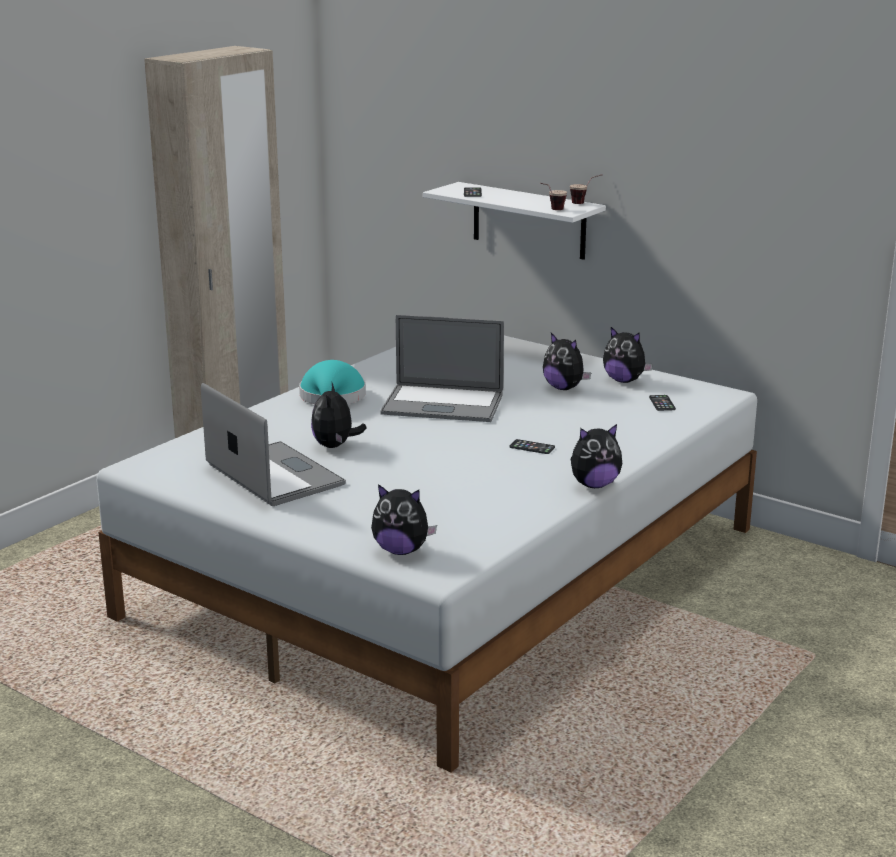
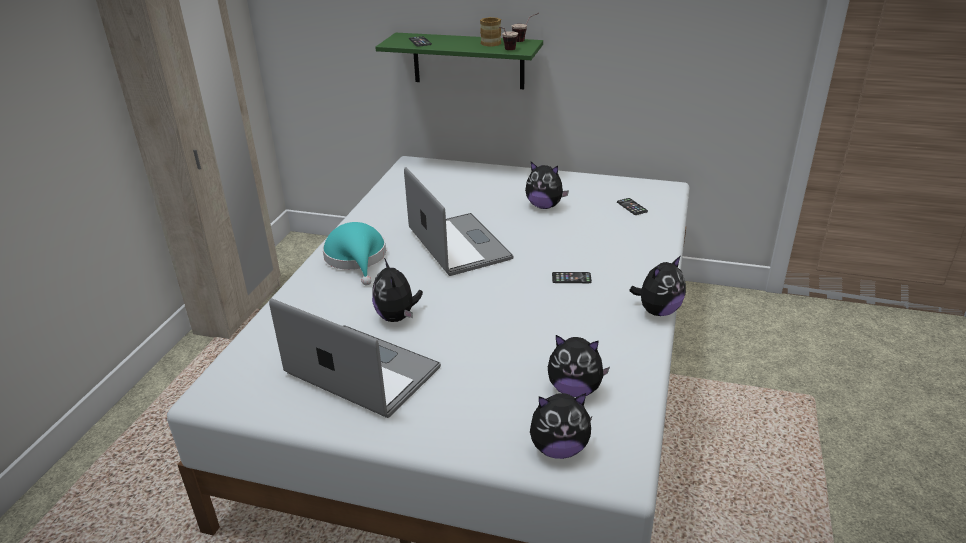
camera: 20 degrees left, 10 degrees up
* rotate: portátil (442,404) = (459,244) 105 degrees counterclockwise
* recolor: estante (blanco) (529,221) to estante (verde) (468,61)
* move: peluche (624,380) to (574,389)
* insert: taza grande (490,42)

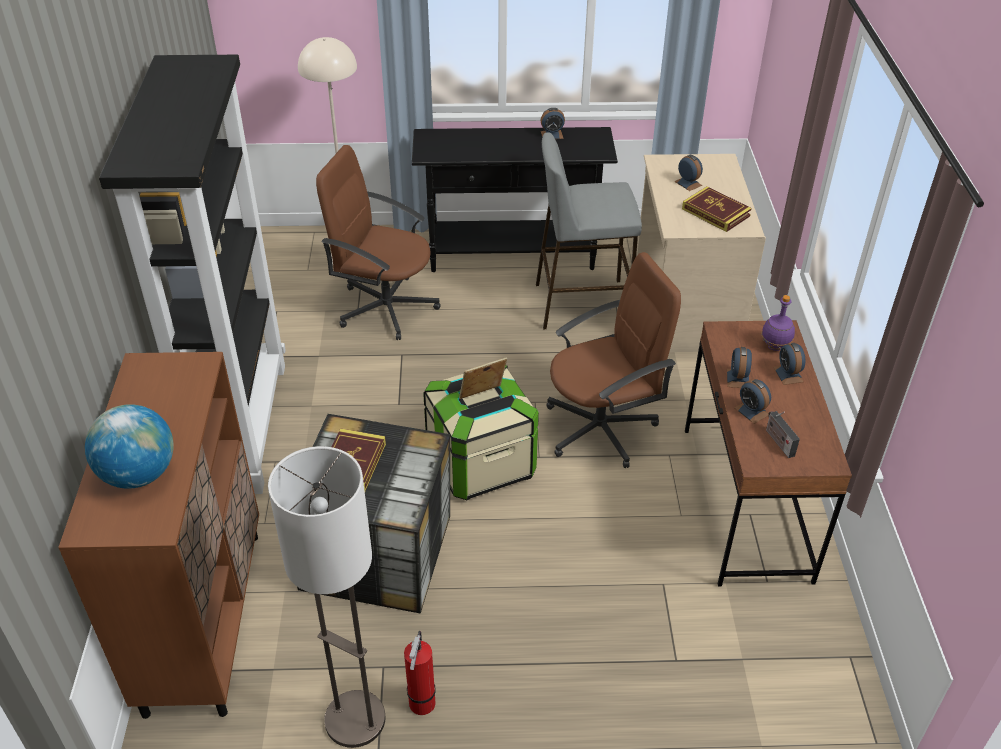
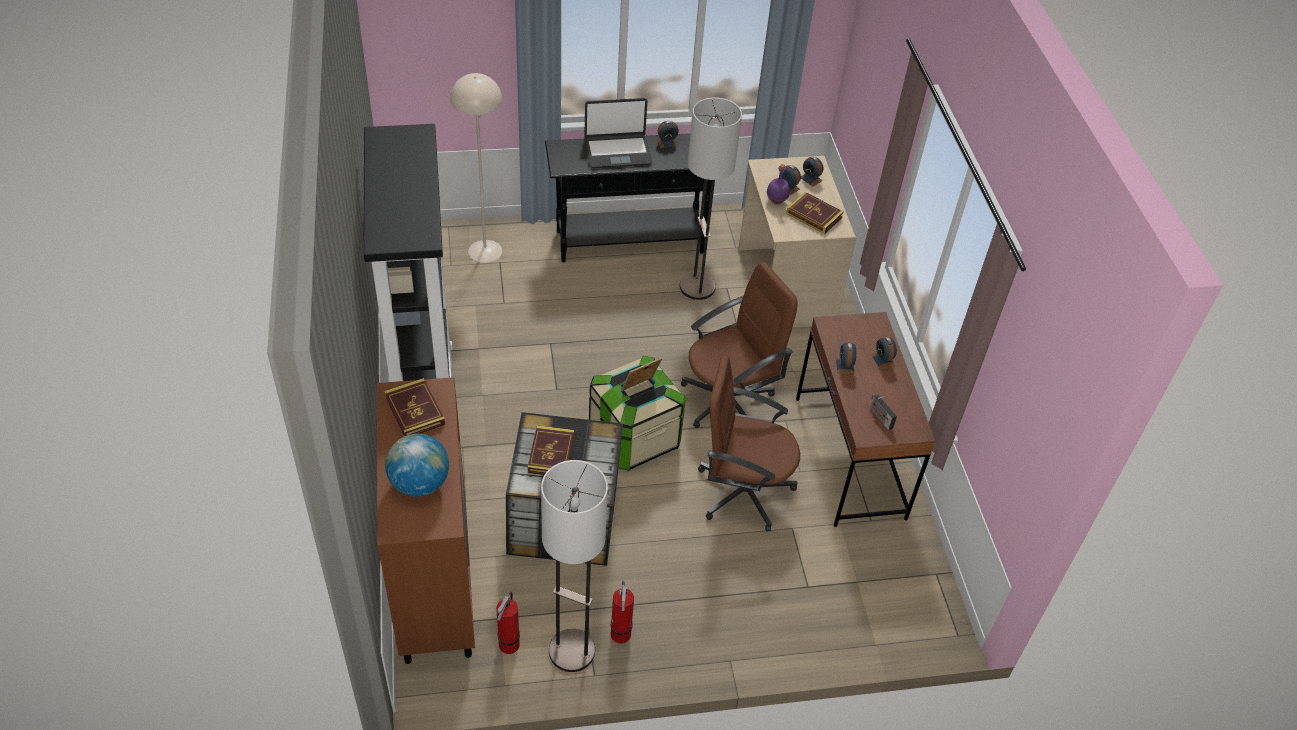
camera: 10 degrees left, 5 degrees up
* move: silla de oficina (marrón) (385,307) to (742,491)
* replace: taburete (gris) (581,304) to lámpara de pie (697,287)
* move: despertador (751,411) to (810,179)
* move: botella (morado) (774,346) to (776,201)
* insert: libro (415,411)
* insert: extintor (508,647)
* insert: portátil (617,152)

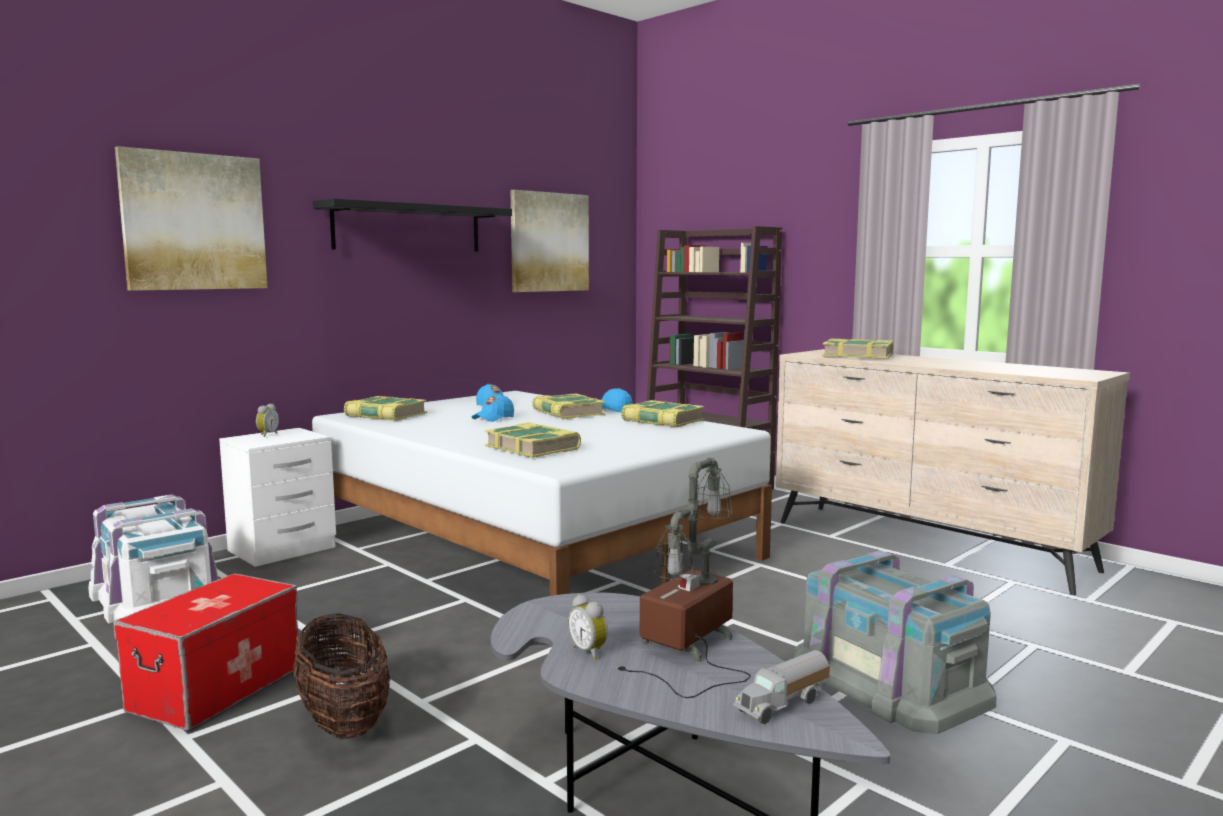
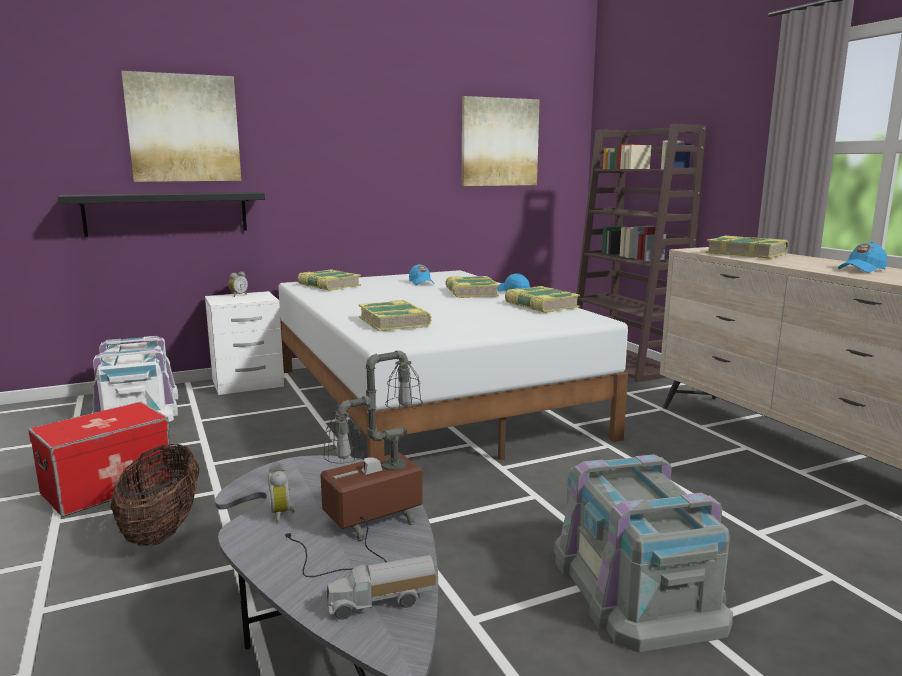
camera: 20 degrees right, 5 degrees up
* move: estante (negro) (408,228) to (167,213)
* move: gorra (azul) (493,418) to (862,269)

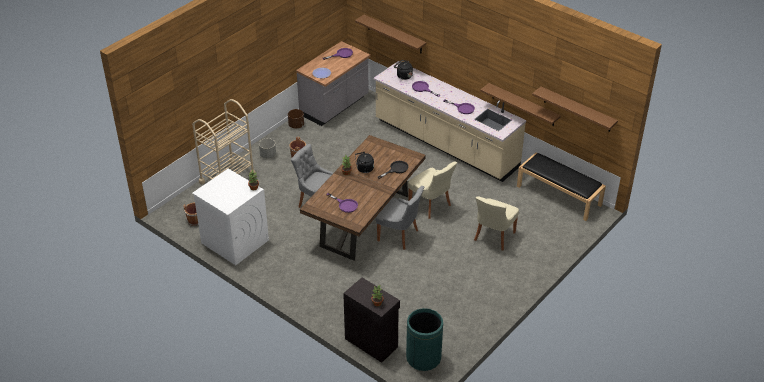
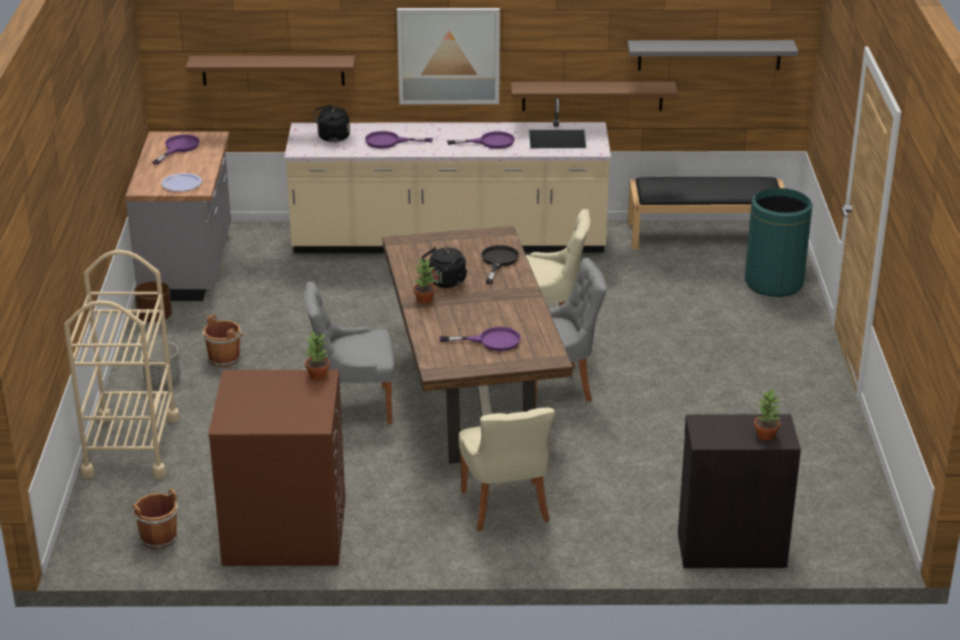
camera: 40 degrees left, 10 degrees down
* recolor: lavadora (blanco) (234,241) to lavadora (marrón) (284,531)
* move: papelera (verde) (423,358) to (773,283)
* move: silla (beis) (493,237) to (506,508)
* recolor: estante (marrón) (577,109) to estante (gris) (709,54)
* insert: cuadro (448,55)

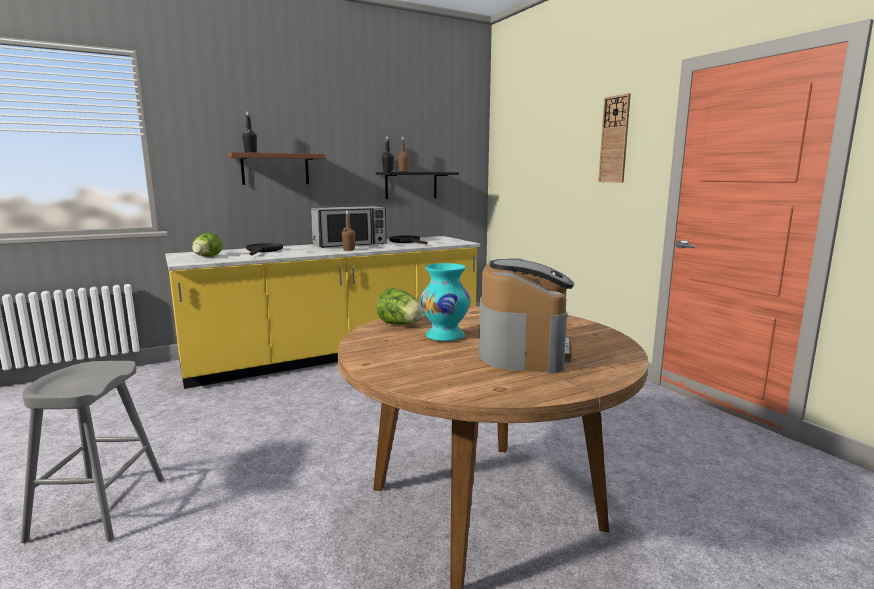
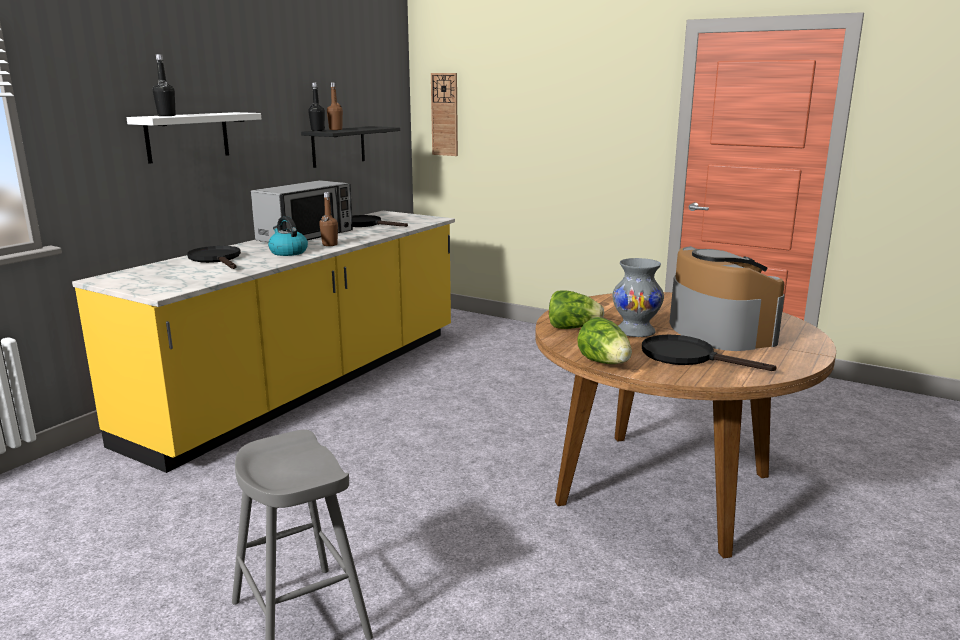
camera: 30 degrees left, 5 degrees up
* move: lechuga (207,257) to (605,363)
* recolor: estante (marrón) (275,169) to estante (blanco) (187,137)
* recolor: florero (turquesa) (444,336) to florero (gris) (634,332)
* move: reloj de pared (614,139) to (445,114)
* insert: hervidor (288,252)
* insert: sartén (negro) (687,357)

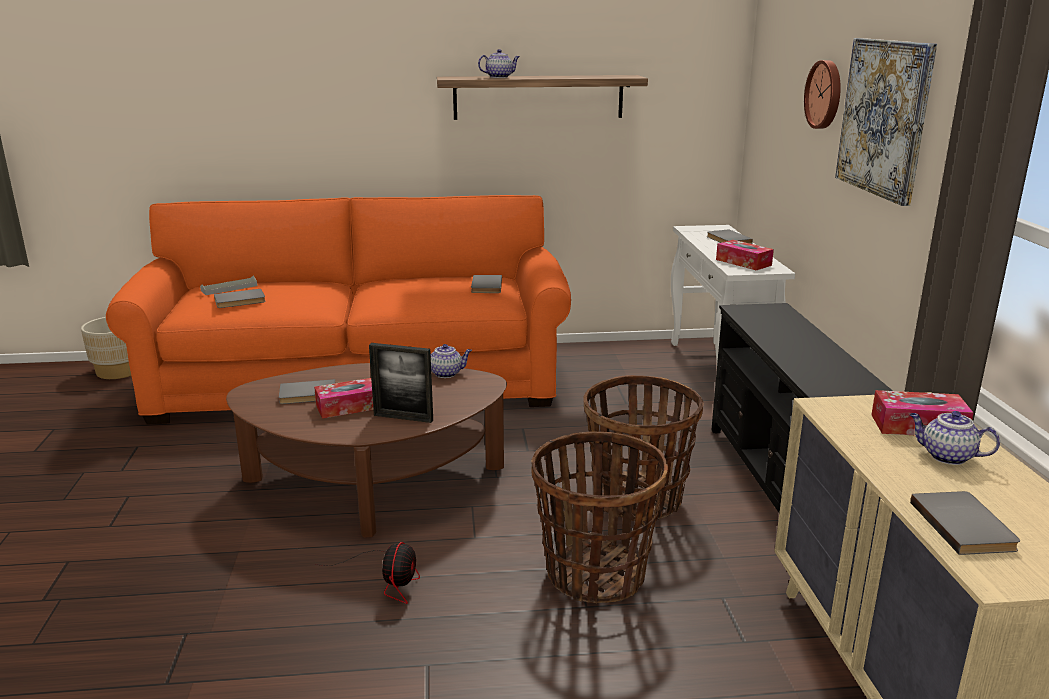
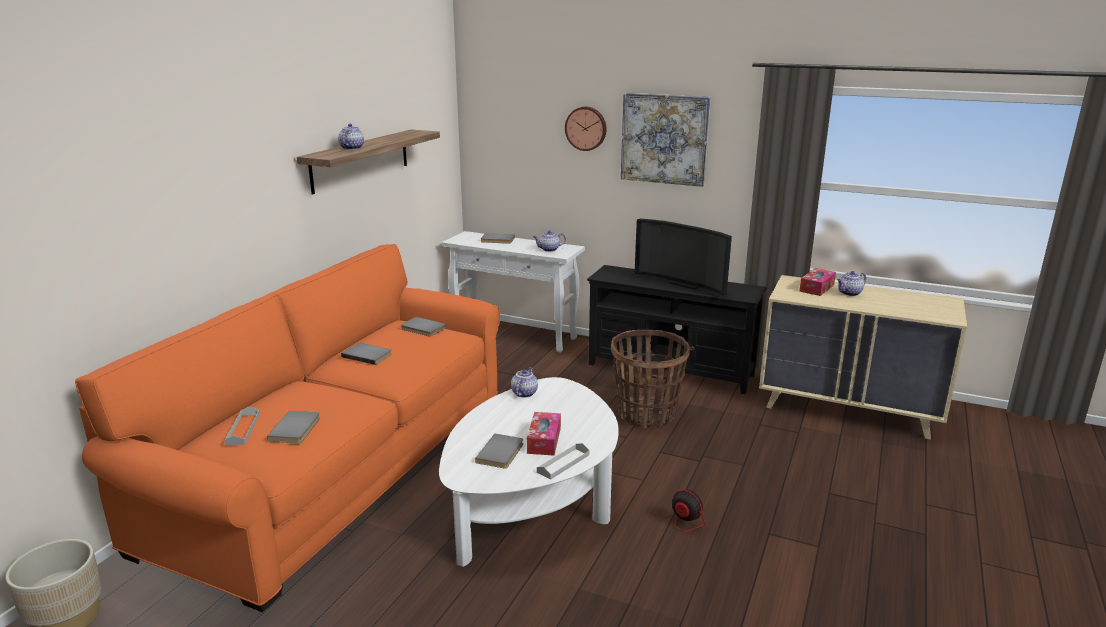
camera: 60 degrees left, 0 degrees up
* recolor: mesa de centro (marrón) (374,484) to mesa de centro (blanco) (533,502)
* delete: portarretratos (403,418)
* delete: cesta (594,574)
* replace: caja de pañuelos (743,262) to tetera (549,249)
* move: libro (gris) (965,526) to (368,355)
* insert: bandeja (gris) (563,463)
* insert: televisor (685,283)

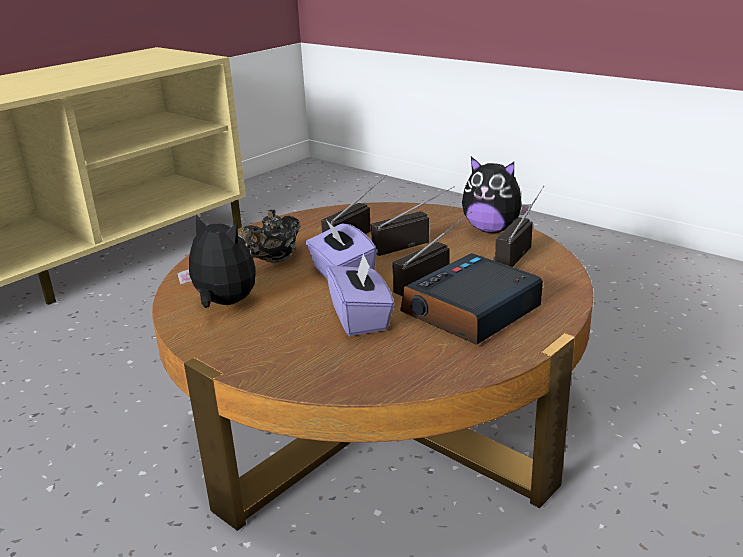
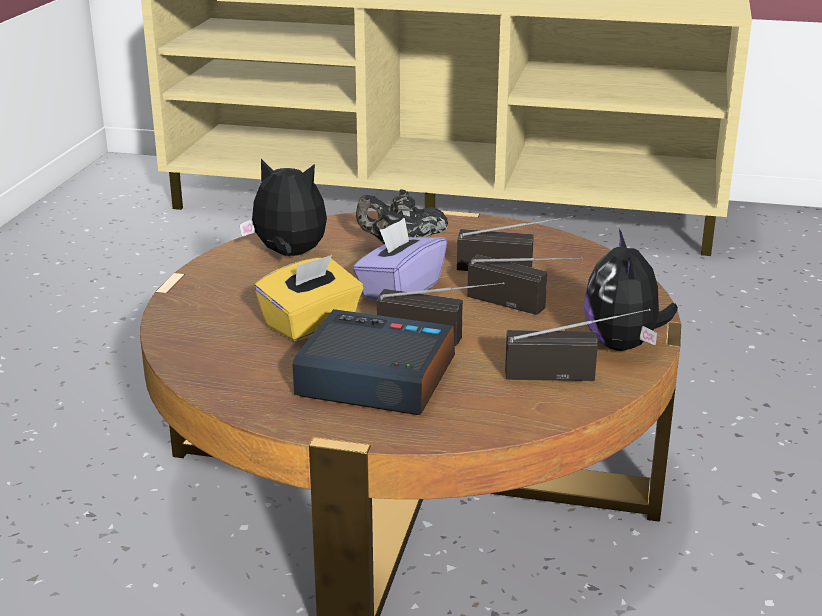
camera: 60 degrees right, 0 degrees up
* rotate: peluche (223,303) = (289,255) 75 degrees counterclockwise
* recolor: caja de pañuelos (morado) (361,318) to caja de pañuelos (amarillo) (311,324)

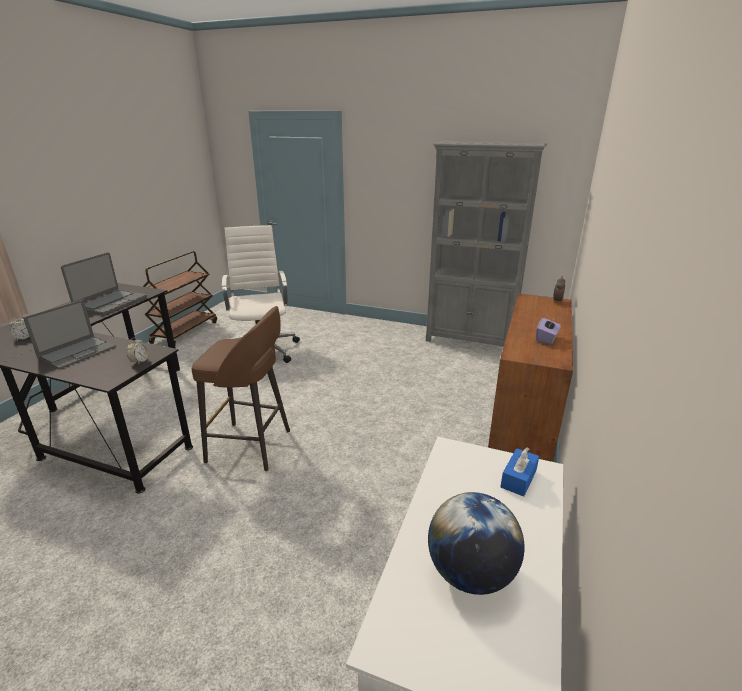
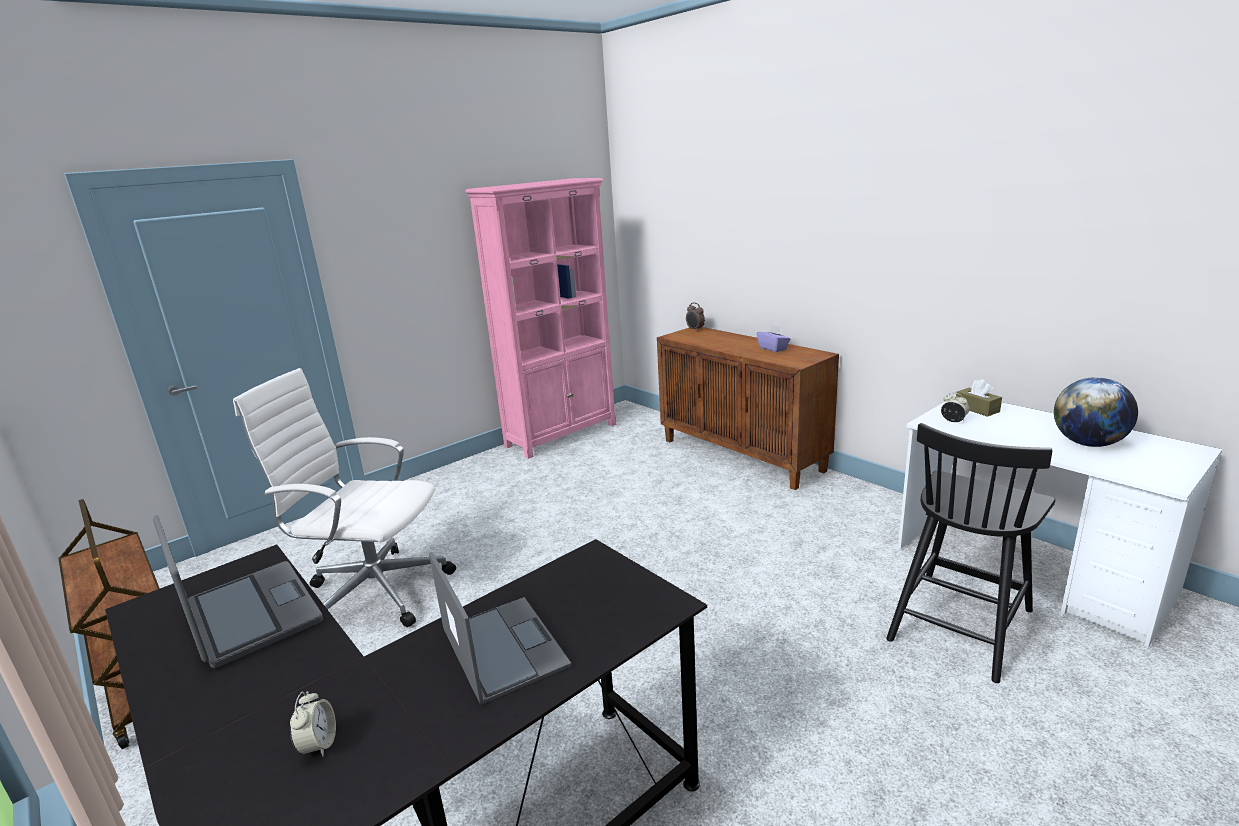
camera: 60 degrees left, 5 degrees down
* move: despertador (140,361) to (953,420)
* delete: taburete (marrón) (251,446)
* recolor: estantería (gris) (470,341) to estantería (rosa) (562,435)
* recolor: caja de pañuelos (azul) (518,479) to caja de pañuelos (marrón) (977,409)
* insert: silla (negro) (960,623)

